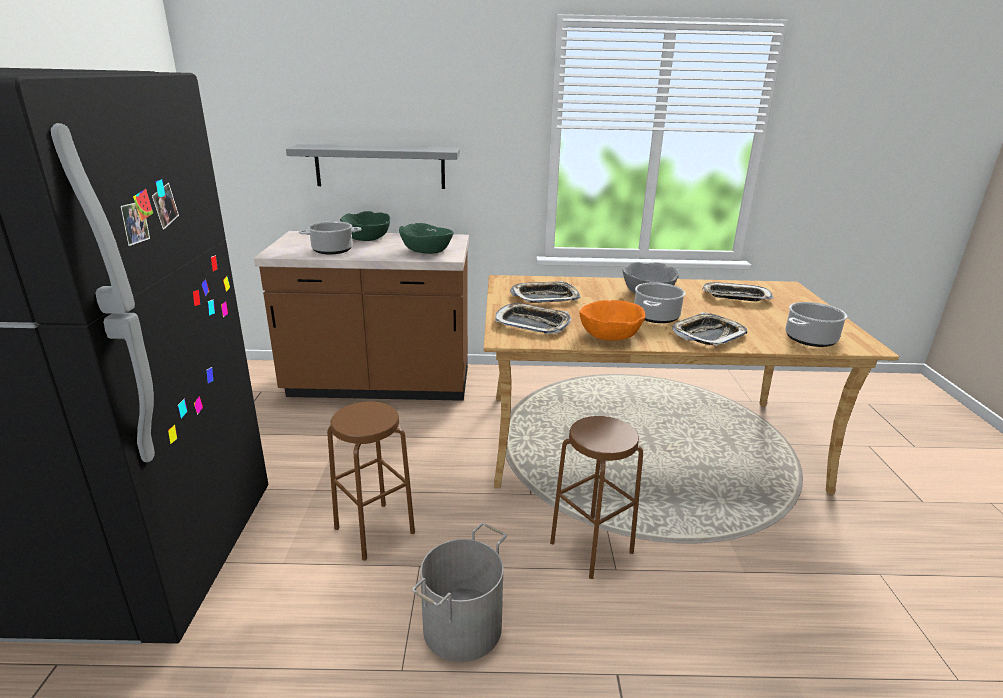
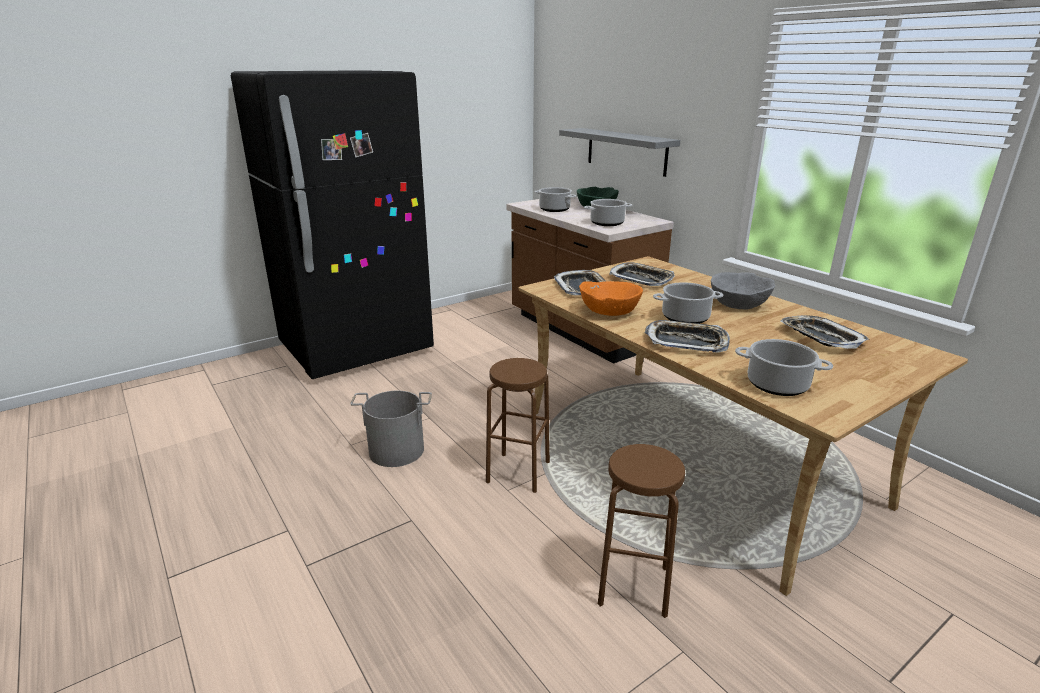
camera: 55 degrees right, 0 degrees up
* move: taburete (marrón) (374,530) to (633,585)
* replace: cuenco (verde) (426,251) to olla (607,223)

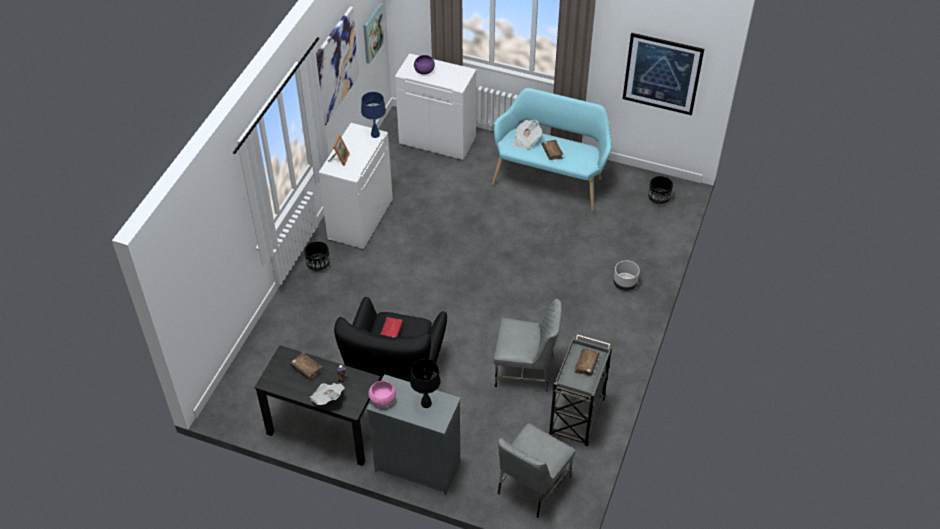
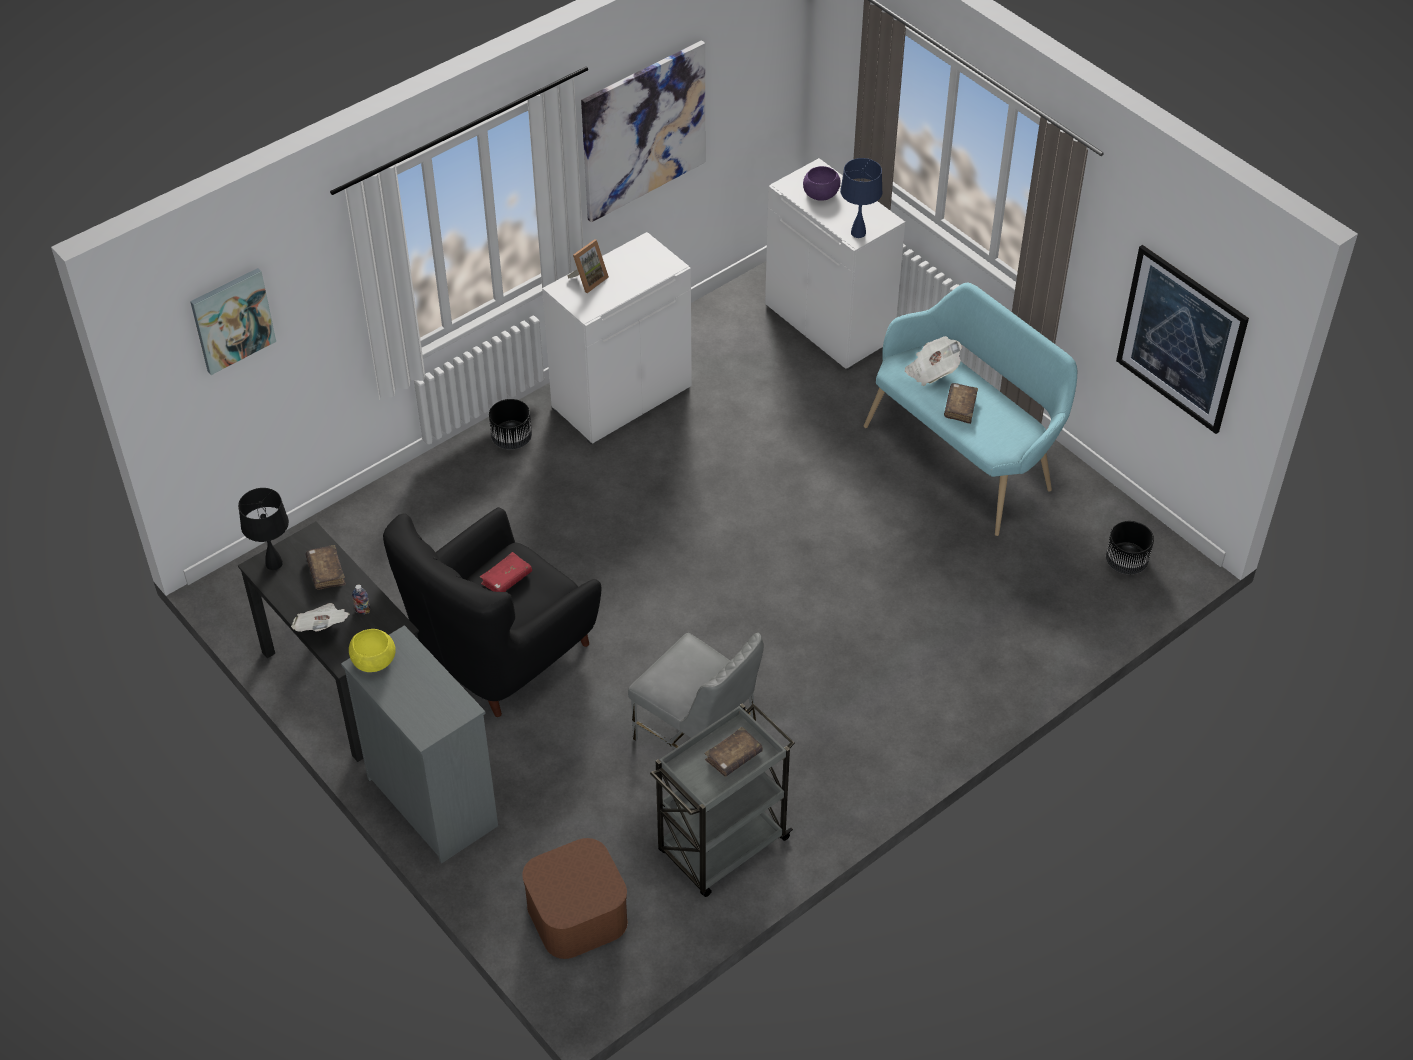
camera: 30 degrees right, 0 degrees up
* move: lámpara de mesa (azul) (375,134) to (858,233)
* move: cuadro (372,33) to (232,320)
* recolor: cuenco (rosa) (382,399) to cuenco (amarillo) (373,661)
* move: lámpara de mesa (negro) (426,403) to (274,563)
* replace: silla (gris) (532,485) to caja de almacenaje (marrón) (576,913)
* delete: maceta (gris) (625,284)

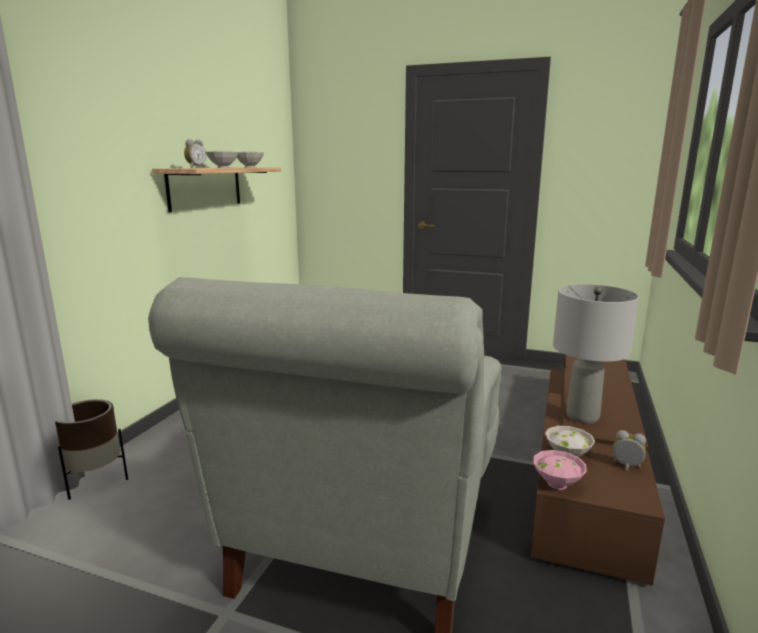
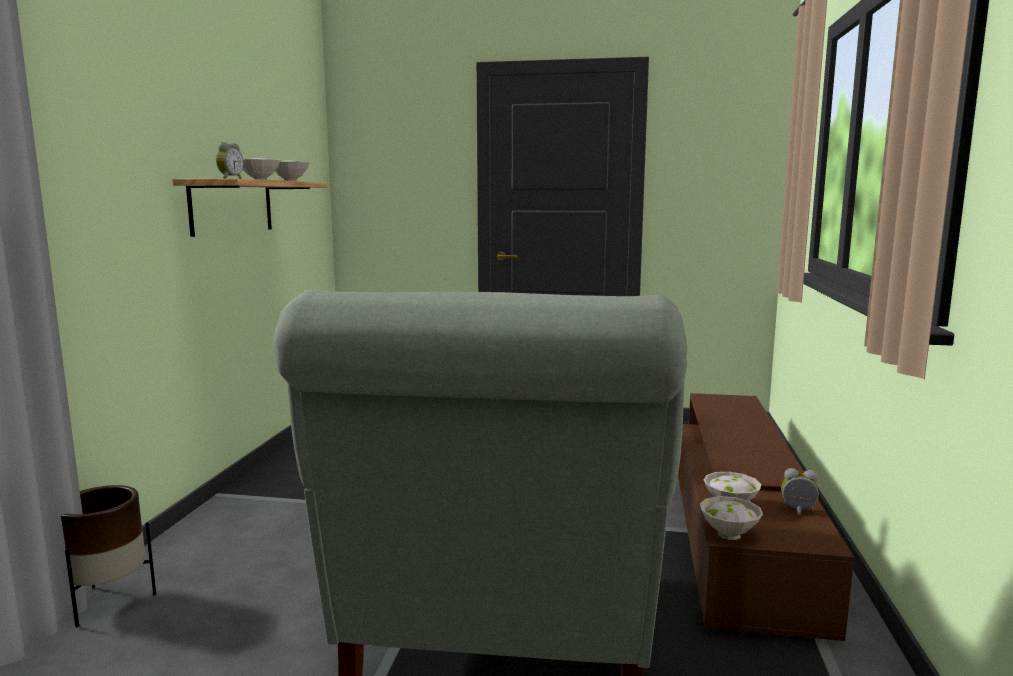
camera: 10 degrees left, 5 degrees down
* recolor: cuenco (rosa) (558,484) to cuenco (blanco) (730,534)
* delete: lámpara de mesa (gris) (582,416)

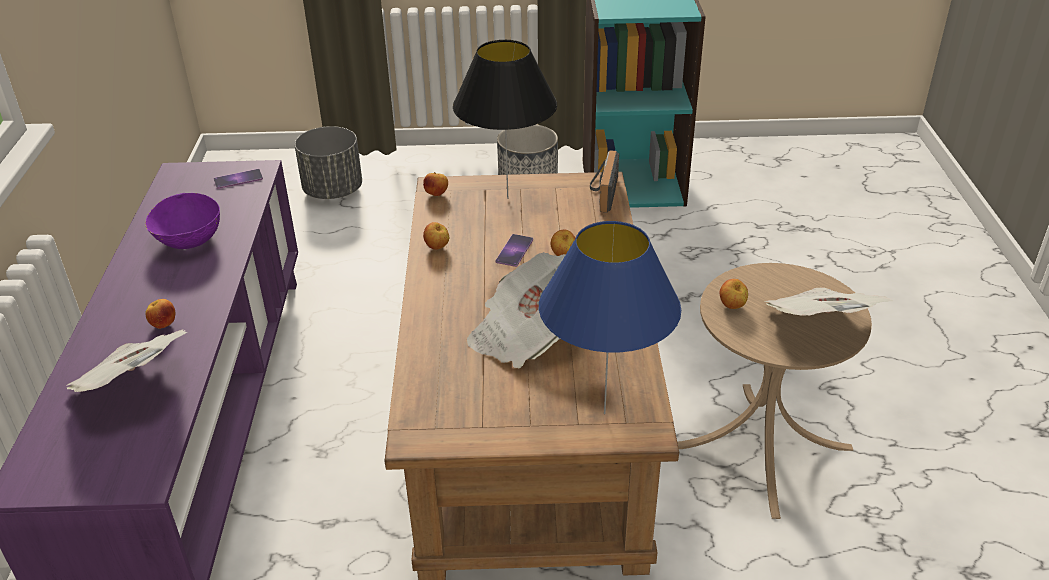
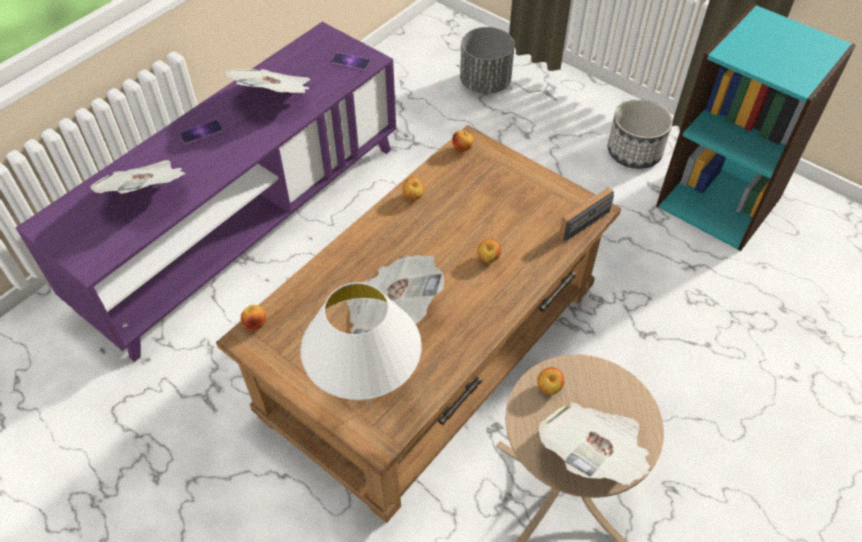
camera: 40 degrees right, 15 degrees up
* replace: cuenco (morado) (188,239) to periódico (275,97)
* move: manzana (163,325) to (255,324)
* delete: lámpara de mesa (negro) (507,198)
* move: móvil (514,250) to (201,132)
* recolor: lámpara de mesa (azul) (603,413) to lámpara de mesa (blanco) (368,407)

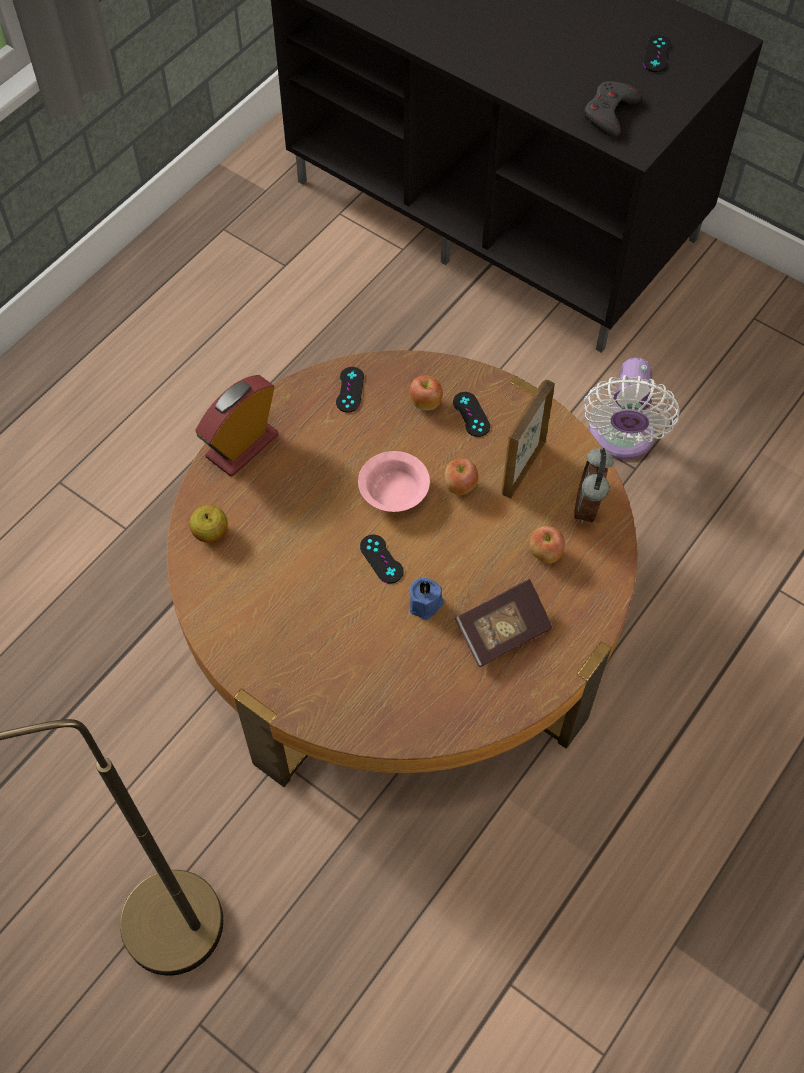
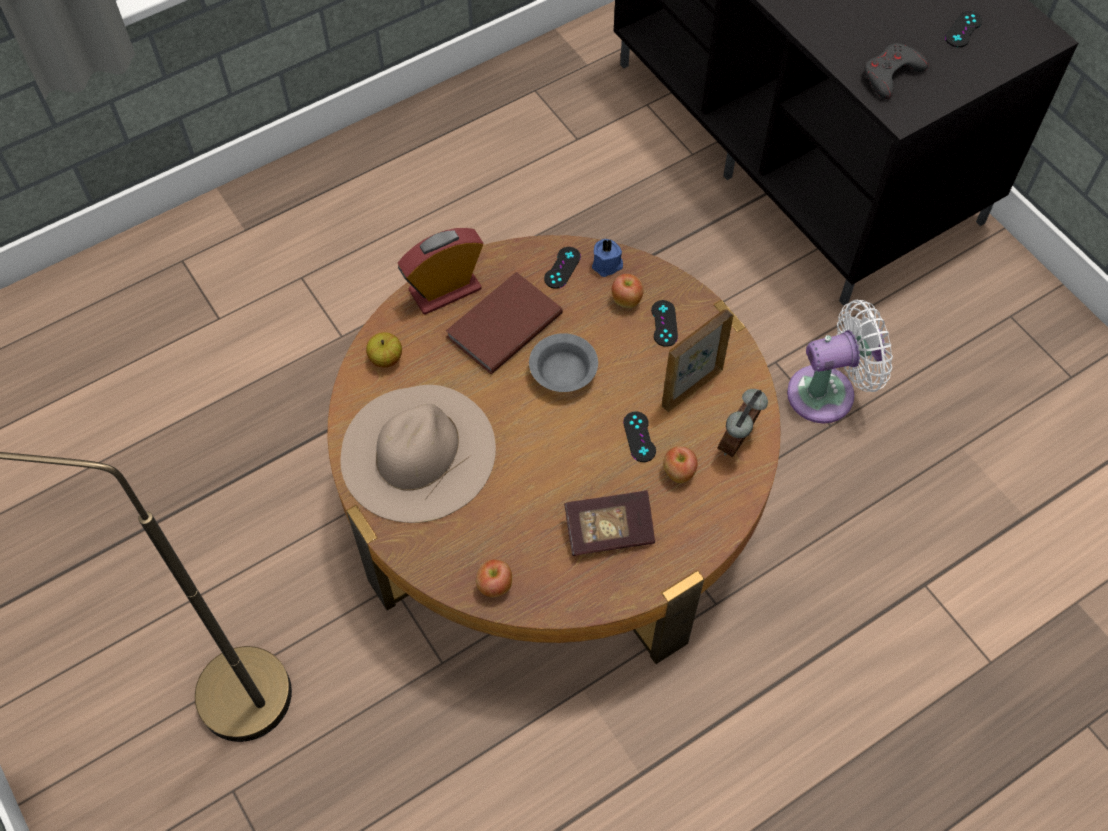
camera: 20 degrees right, 0 degrees up
* recolor: cuenco (rosa) (392,491) to cuenco (gris) (562,371)
* move: mando de consola (negro) (381,559) to (639,437)
* move: vela (azul) (426,604) to (607,265)
* move: manzana (460,486) to (494,586)
* rotate: ventilador (blanco) (621,439) = (828,393) 135 degrees counterclockwise
* insert: sombrero (beis) (417,452)
* insert: libro (marrón) (501,325)

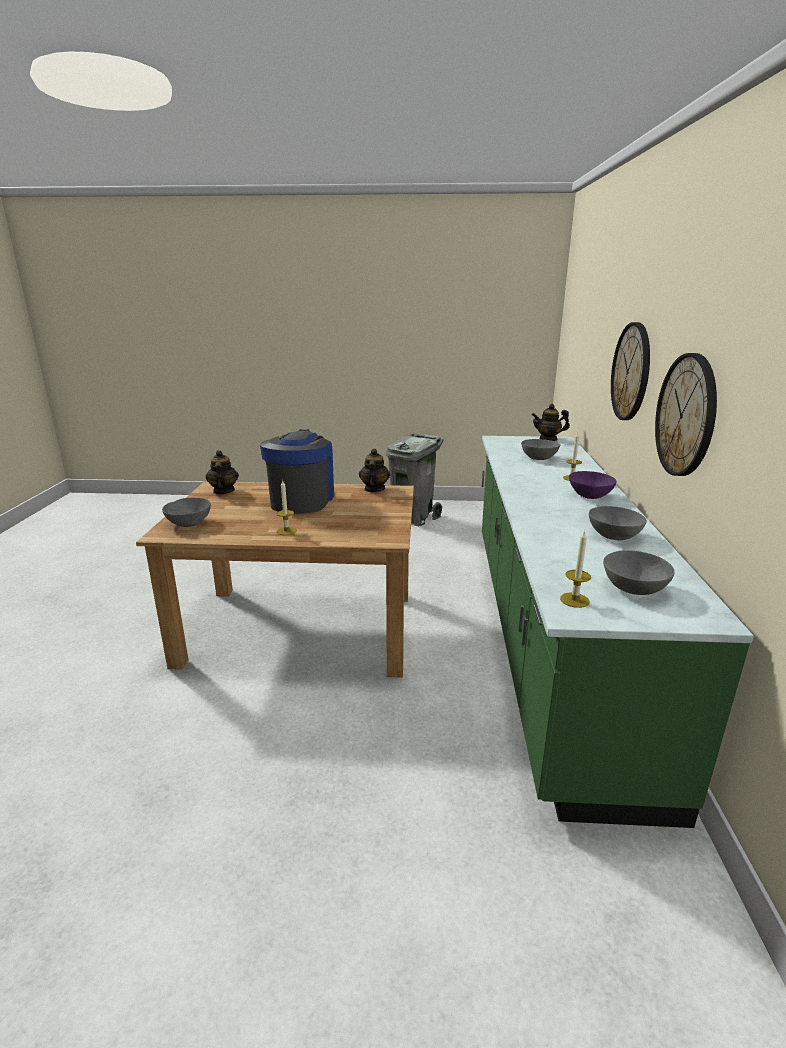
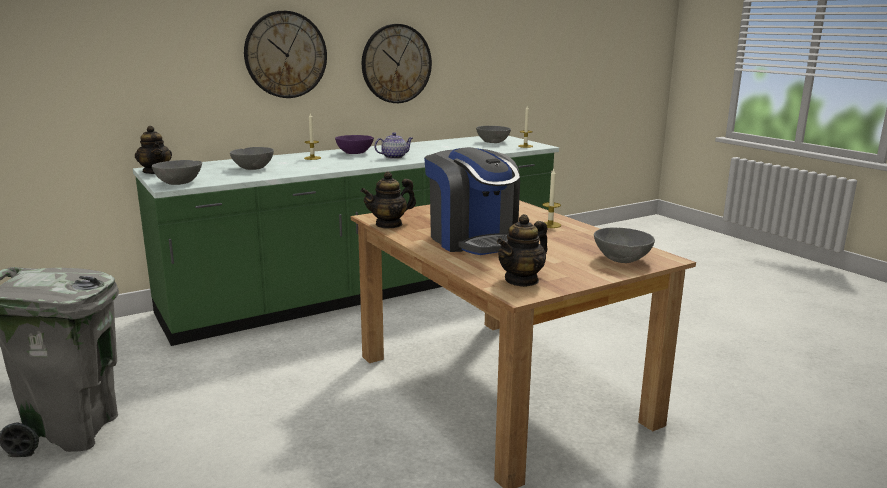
camera: 125 degrees left, 5 degrees down
* rotate: cafetera (301,500) = (473,240) 90 degrees counterclockwise
* move: cuenco (gris) (614,536) to (179,183)
* insert: tetera (394,157)

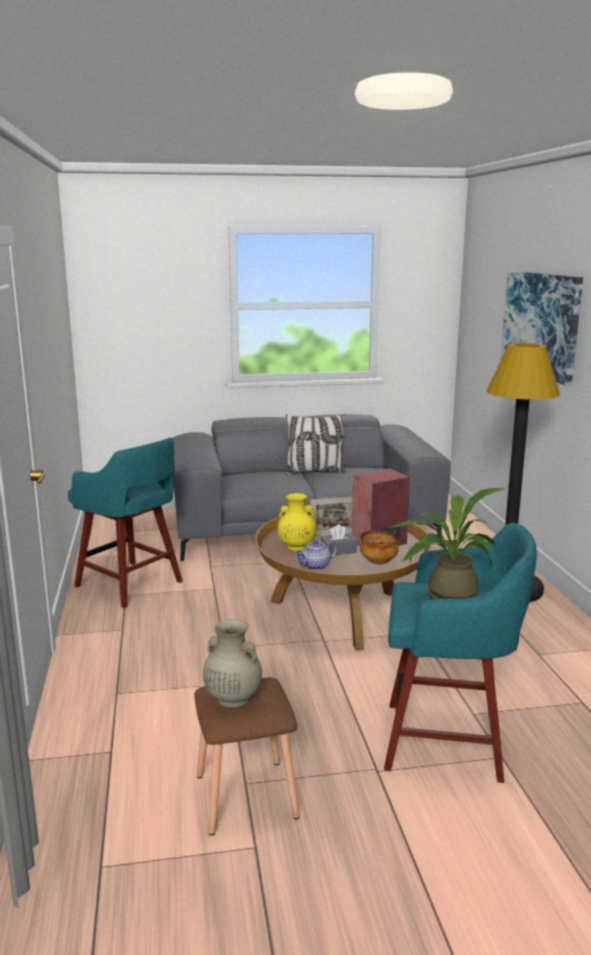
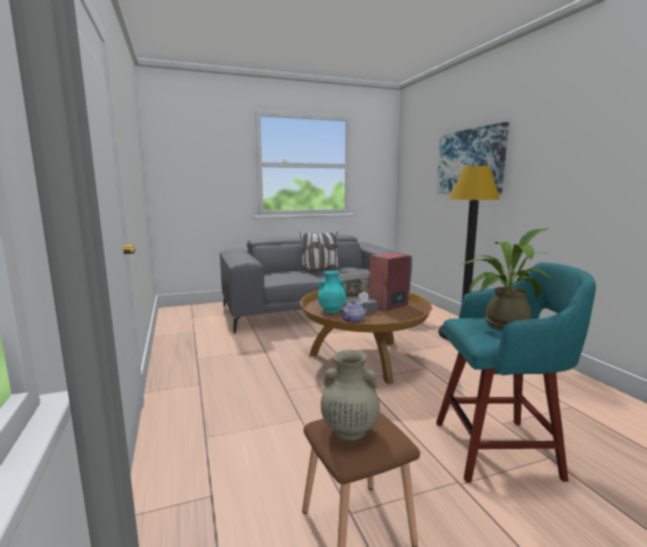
camera: 10 degrees left, 5 degrees down
* delete: taburete (turquesa) (131,585)
* recolor: florero (amarillo) (296,546) to florero (turquesa) (331,310)
* delete: cuenco (379,562)

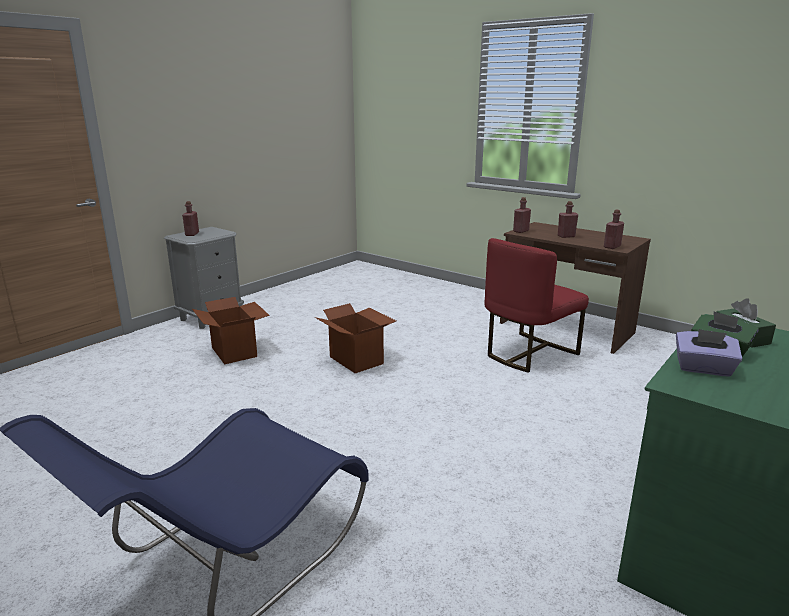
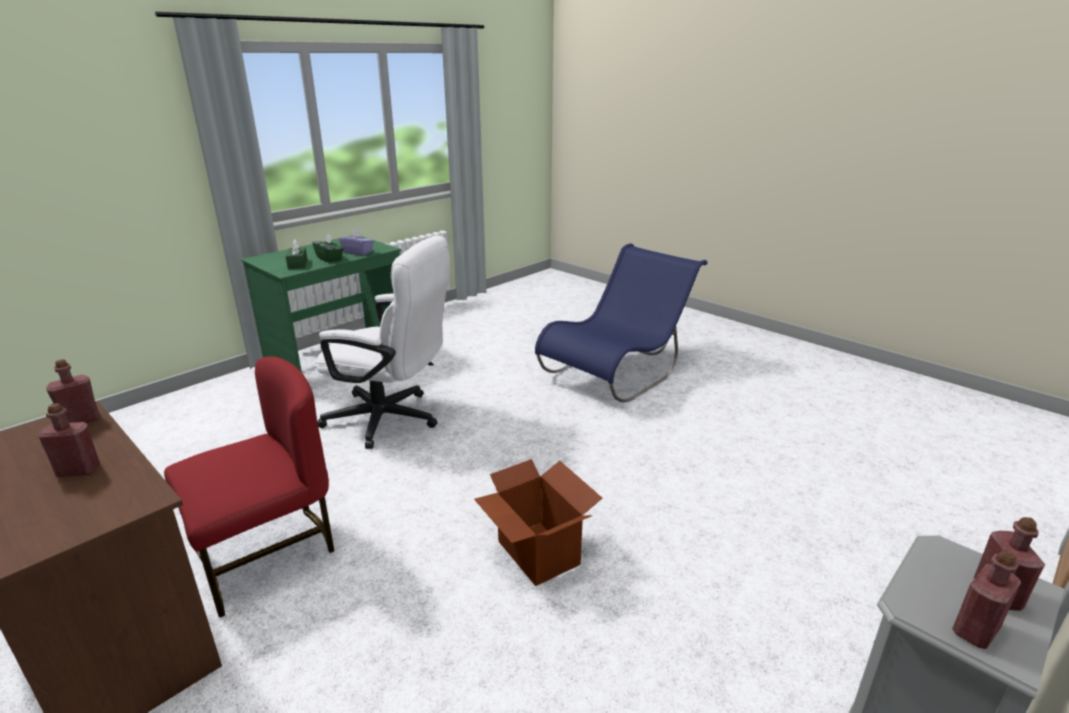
camera: 175 degrees left, 5 degrees up
* delete: caja de cartón (235,352)
* move: botella (rojo) (521,231) to (975,631)
* insert: silla de oficina (blanco) (392,420)

